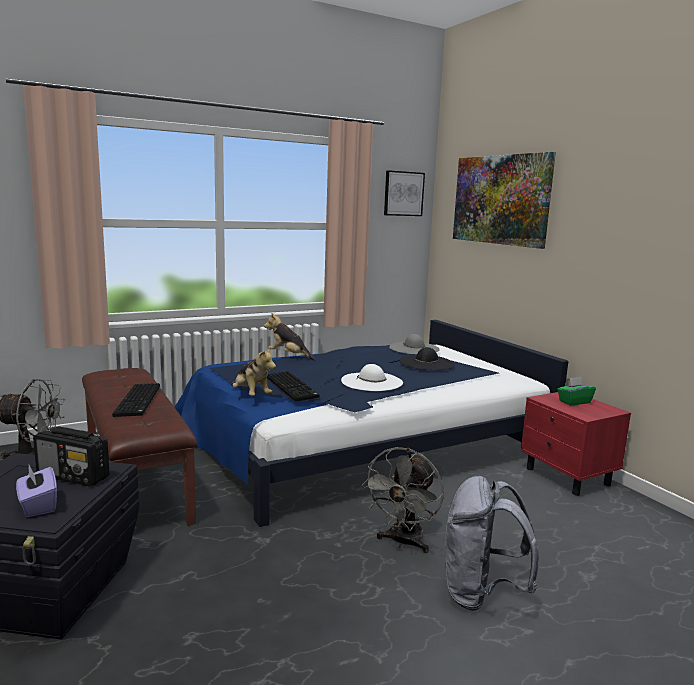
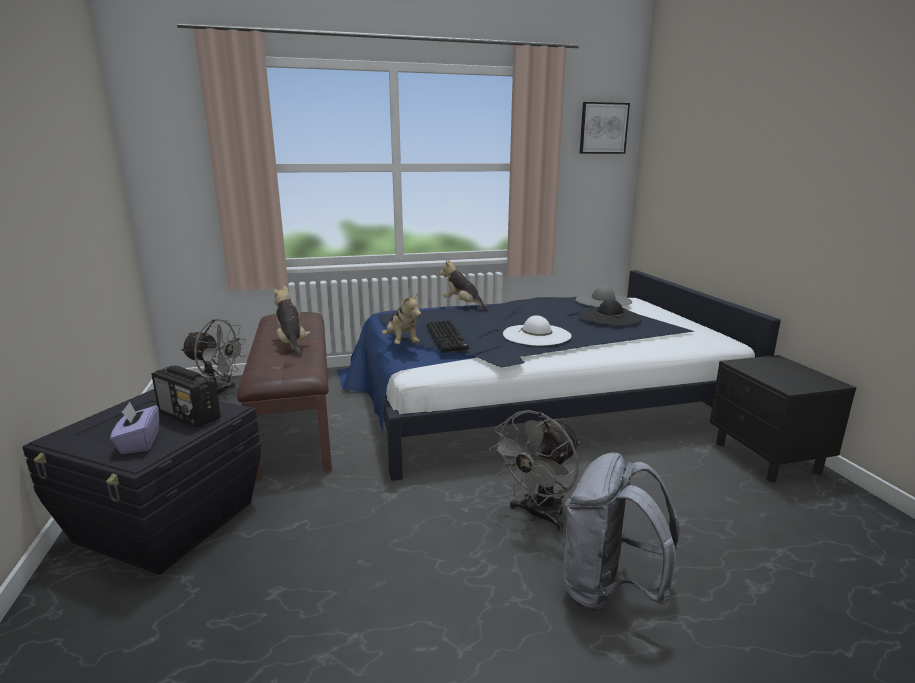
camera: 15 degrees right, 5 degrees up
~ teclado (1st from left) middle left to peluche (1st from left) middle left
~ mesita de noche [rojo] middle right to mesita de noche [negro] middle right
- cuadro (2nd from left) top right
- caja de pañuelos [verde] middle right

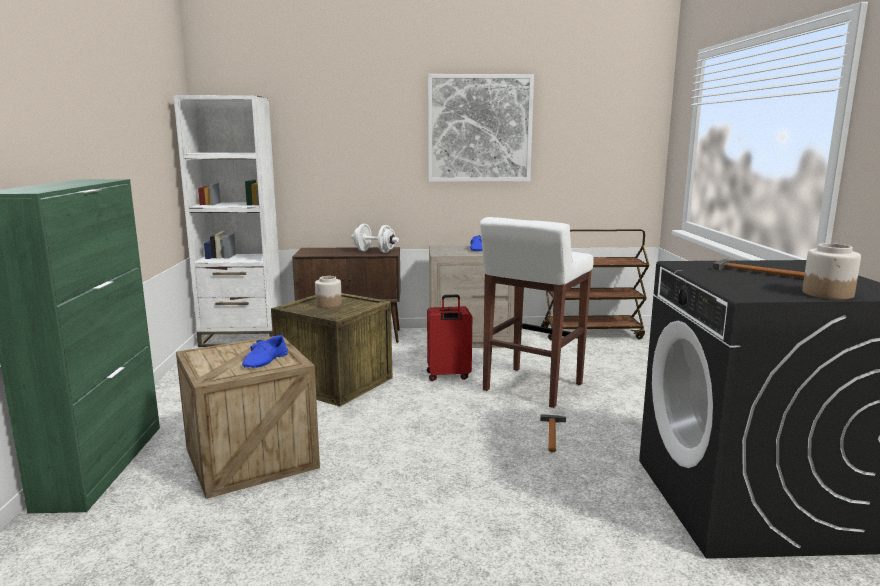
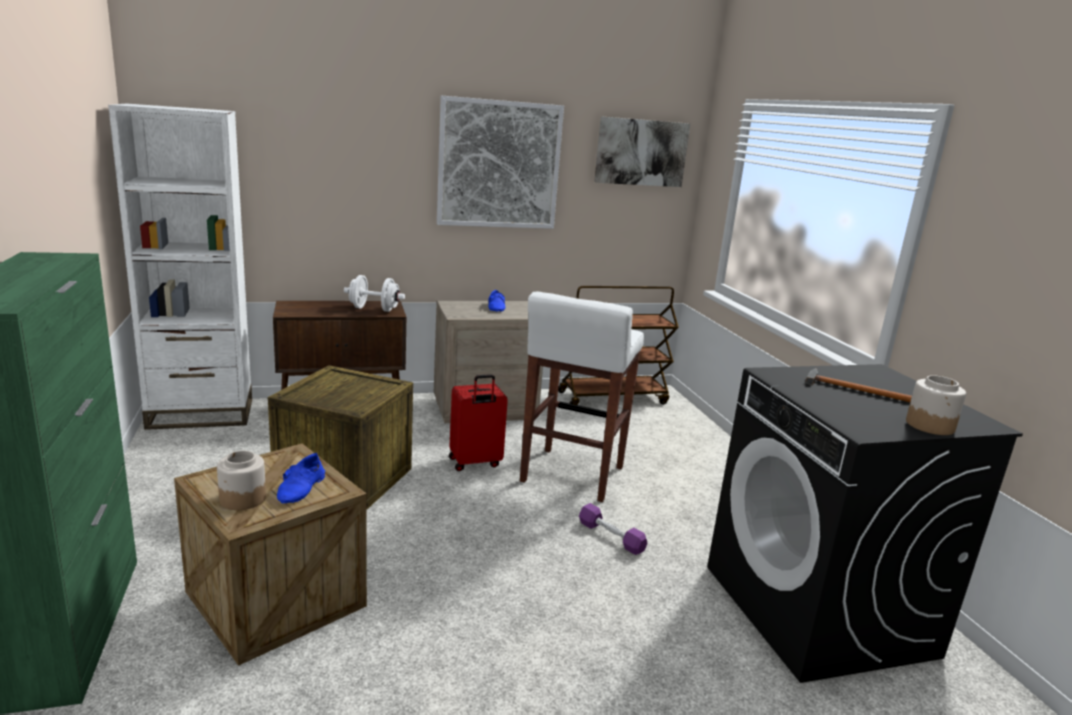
camera: 15 degrees left, 5 degrees up
~ tarro (1st from left) centre to bottom left
~ martillo (1st from left) bottom centre to mancuerna [morado] bottom centre
+ cuadro (2nd from left) top centre

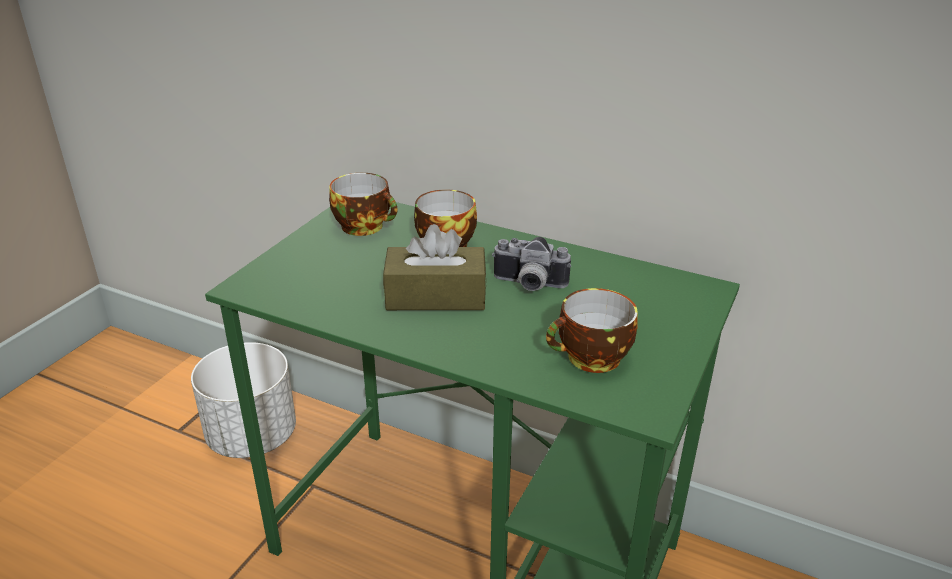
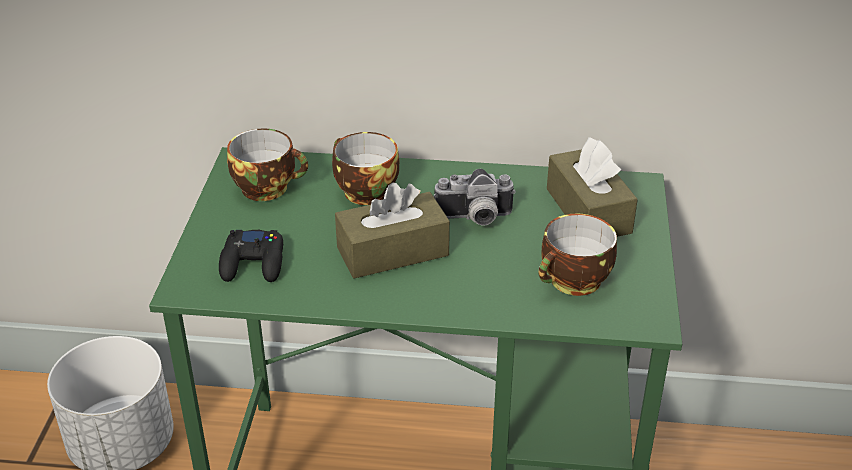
camera: 20 degrees left, 5 degrees up
+ mando de consola [negro] middle left
+ caja de pañuelos [marrón] (2nd from left) middle right

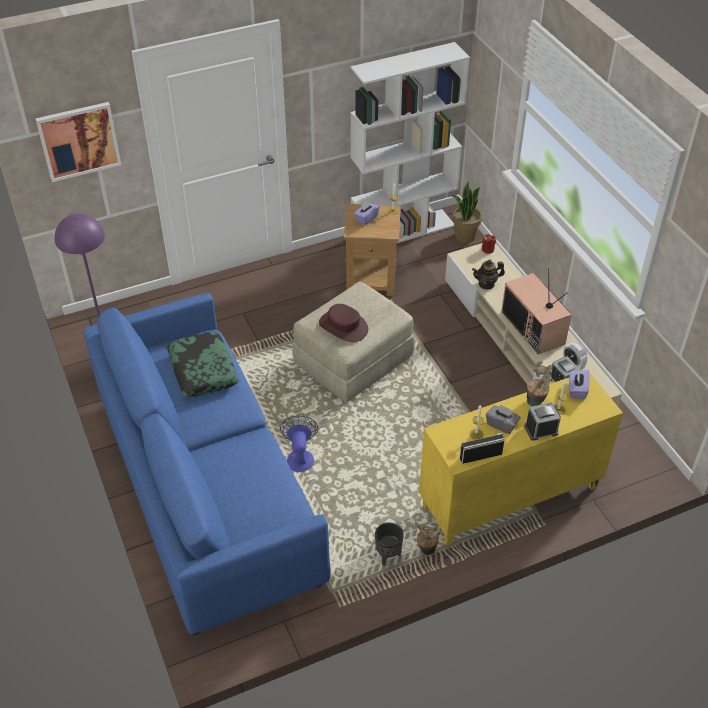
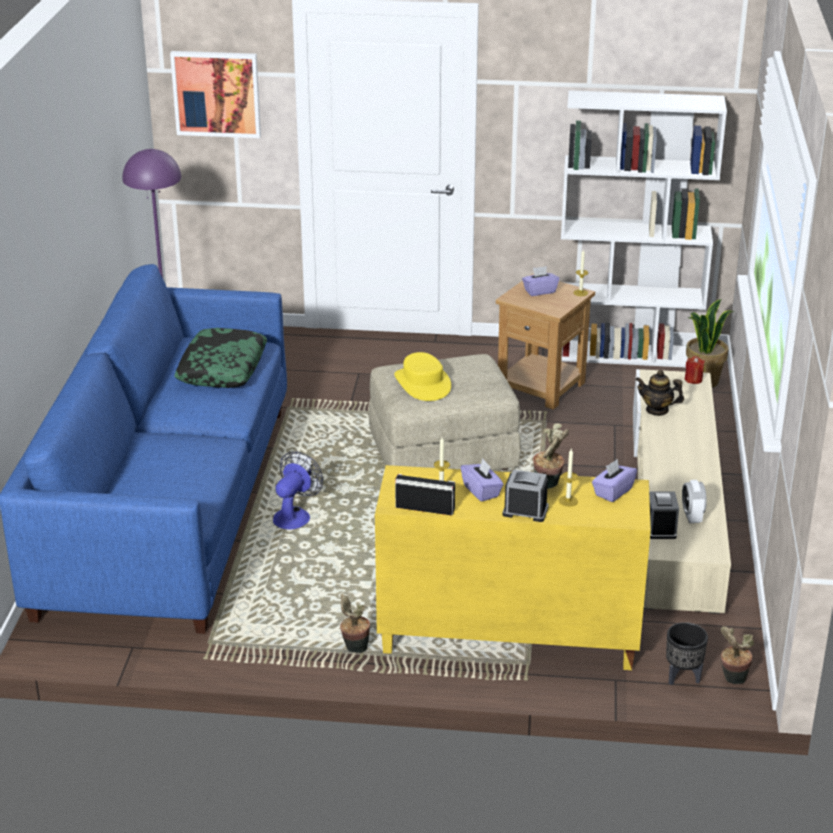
camera: 30 degrees right, 15 degrees down
~ sombrero [marrón] centre to sombrero [amarillo] centre
~ caja de pañuelos [gris] middle right to caja de pañuelos [morado] (1st from left) centre
~ maceta [negro] bottom centre to bottom right
+ planta en maceta (4th from left) bottom right
- televisor middle right

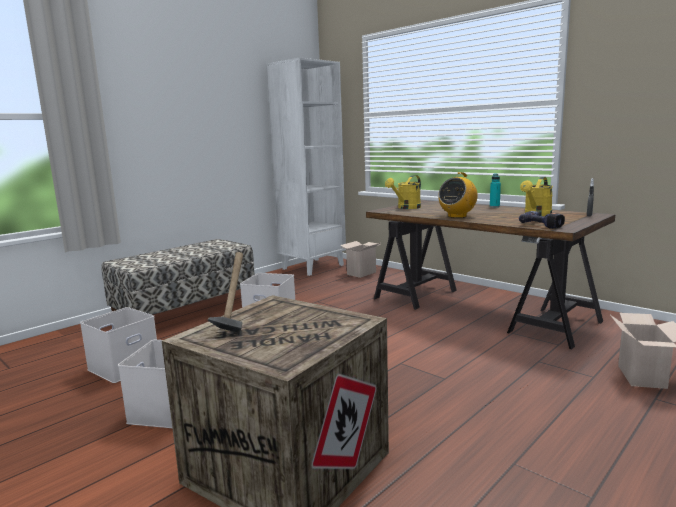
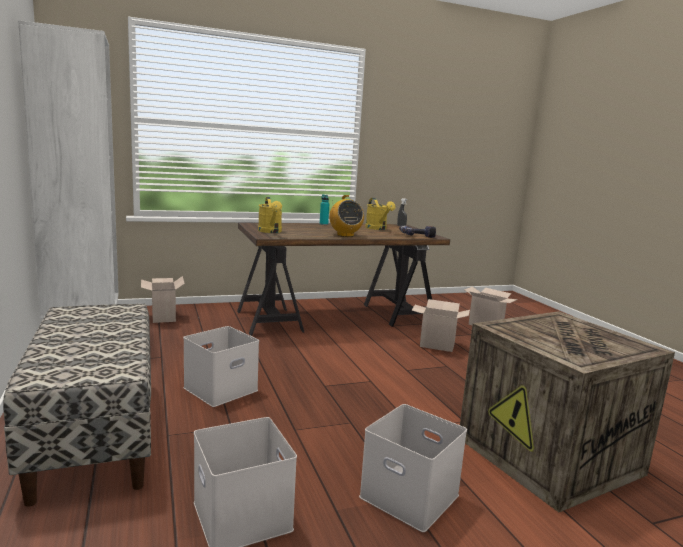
camera: 65 degrees left, 0 degrees up
+ caja de cartón (2nd from left) centre
- martillo middle left

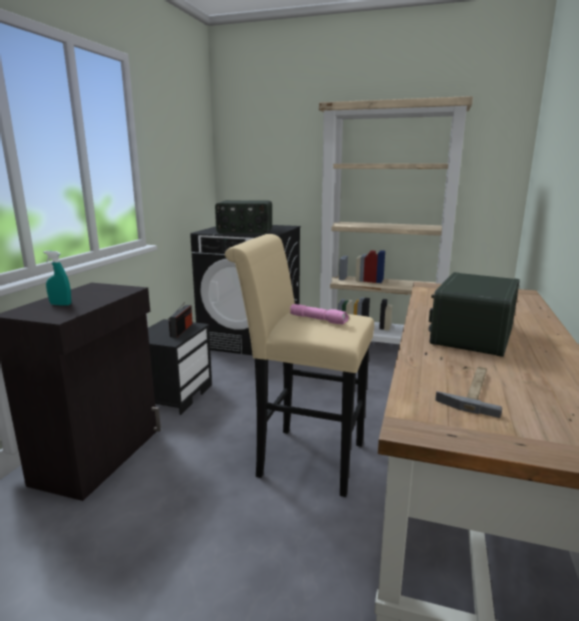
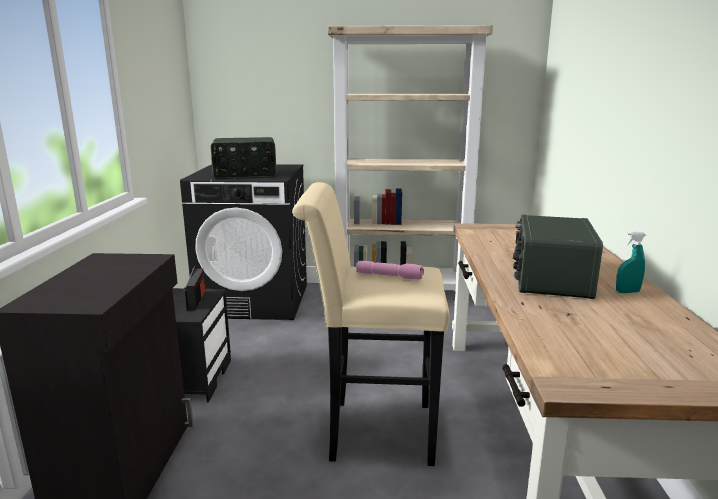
camera: 15 degrees left, 0 degrees up
~ pulverizador [turquesa] middle left to middle right
- martillo middle right

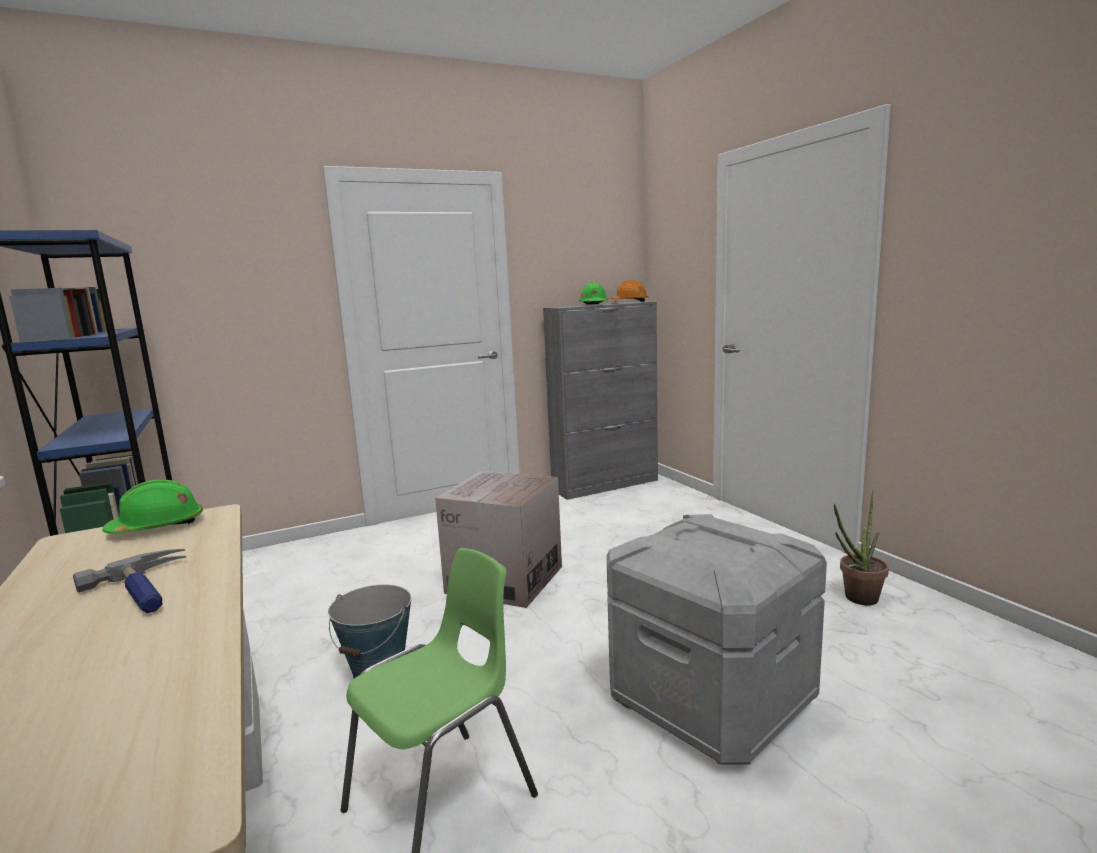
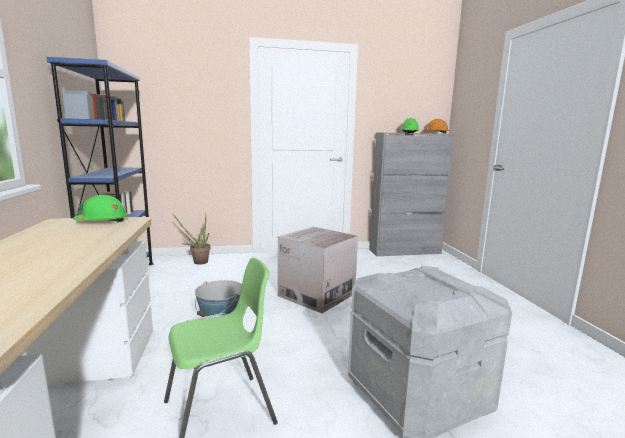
camera: 15 degrees right, 0 degrees up
~ planta en maceta middle right to middle left
- martillo bottom left

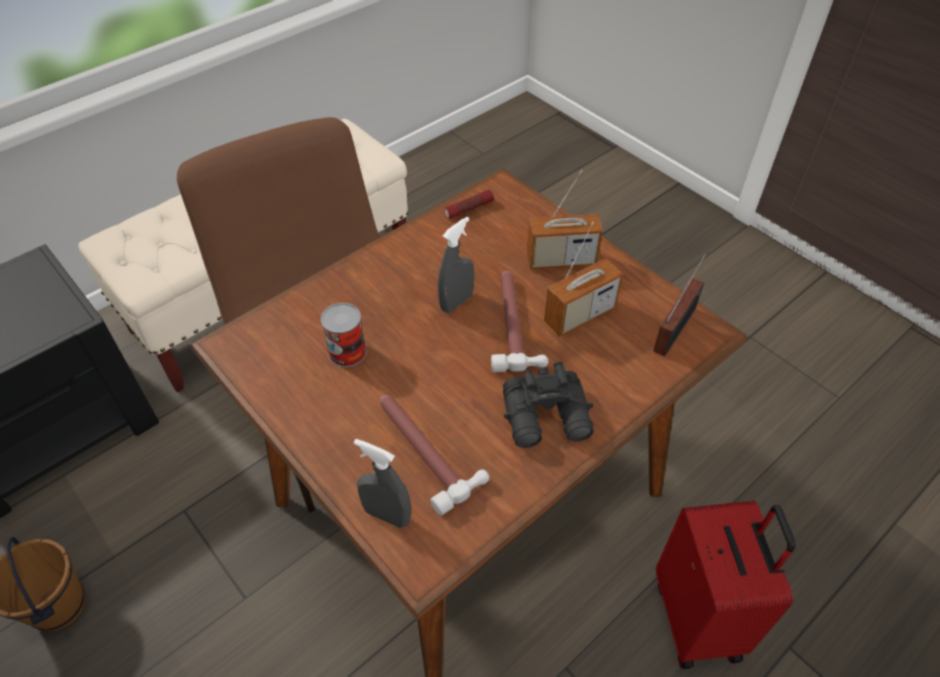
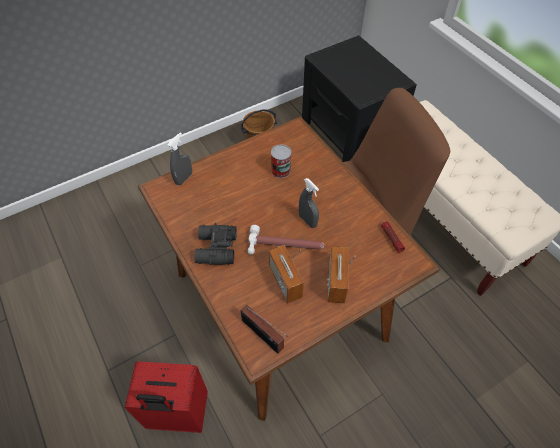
camera: 100 degrees right, 5 degrees up
- martillo (1st from left) bottom centre

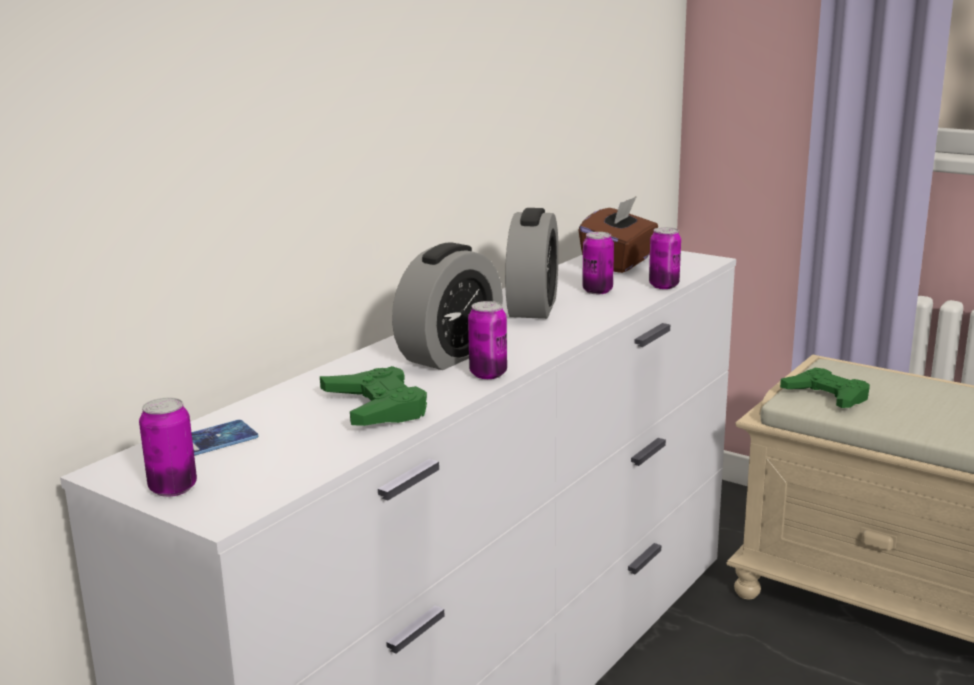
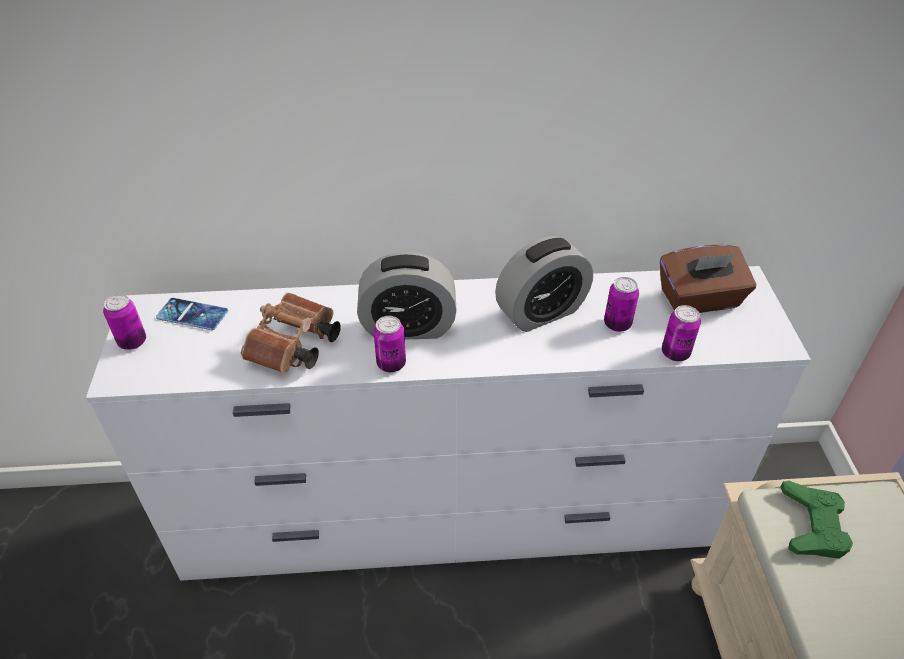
camera: 50 degrees right, 25 degrees up
~ mando de consola [verde] (1st from left) centre to prismáticos [marrón] middle left

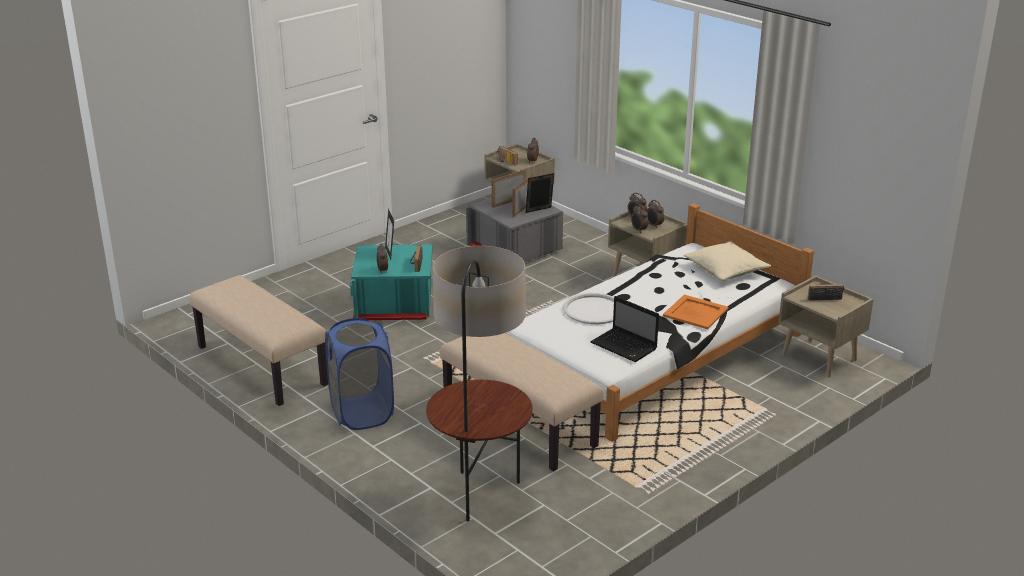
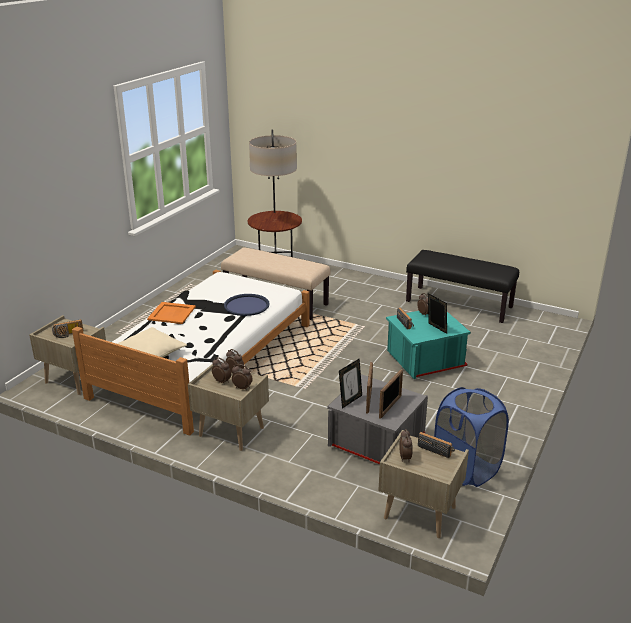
camera: 160 degrees right, 0 degrees up
~ bandeja [blanco] centre to bandeja [azul] centre
~ banco [beis] (1st from left) middle left to banco [negro] middle right
~ cesto de la ropa [azul] centre to bottom right
- portátil centre

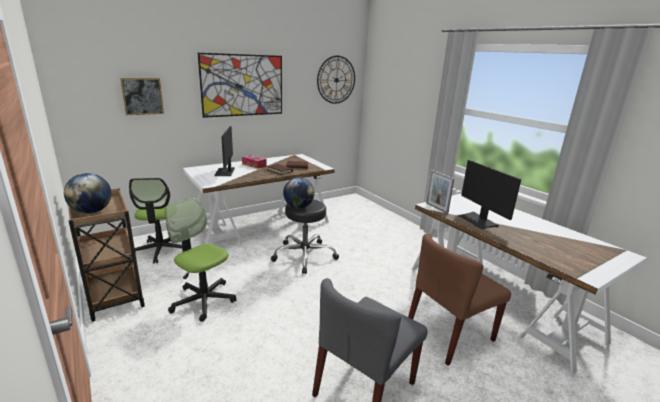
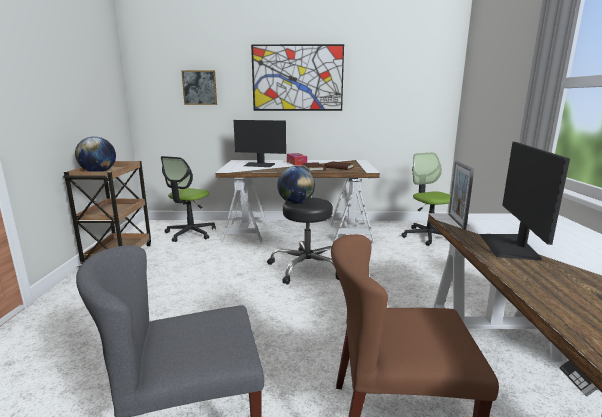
camera: 35 degrees right, 5 degrees down
~ monitor (1st from left) centre = centre 105 degrees counterclockwise
~ silla de oficina (2nd from left) middle left to middle right
- reloj de pared top centre

